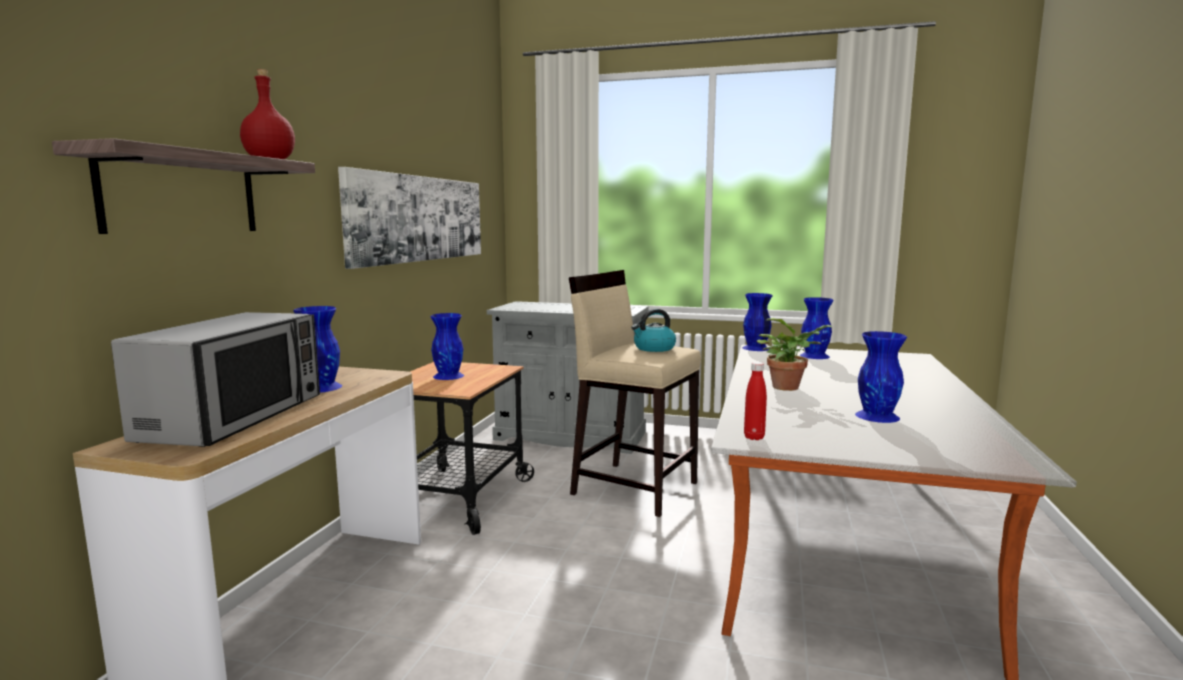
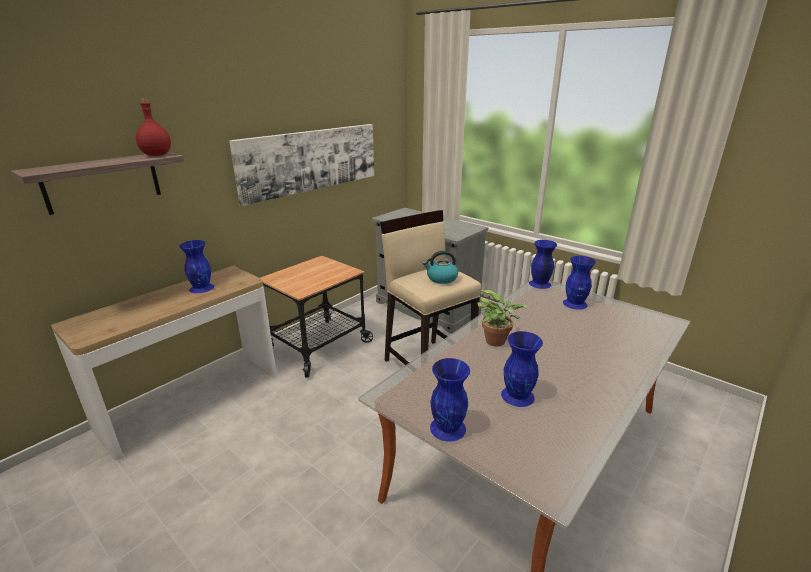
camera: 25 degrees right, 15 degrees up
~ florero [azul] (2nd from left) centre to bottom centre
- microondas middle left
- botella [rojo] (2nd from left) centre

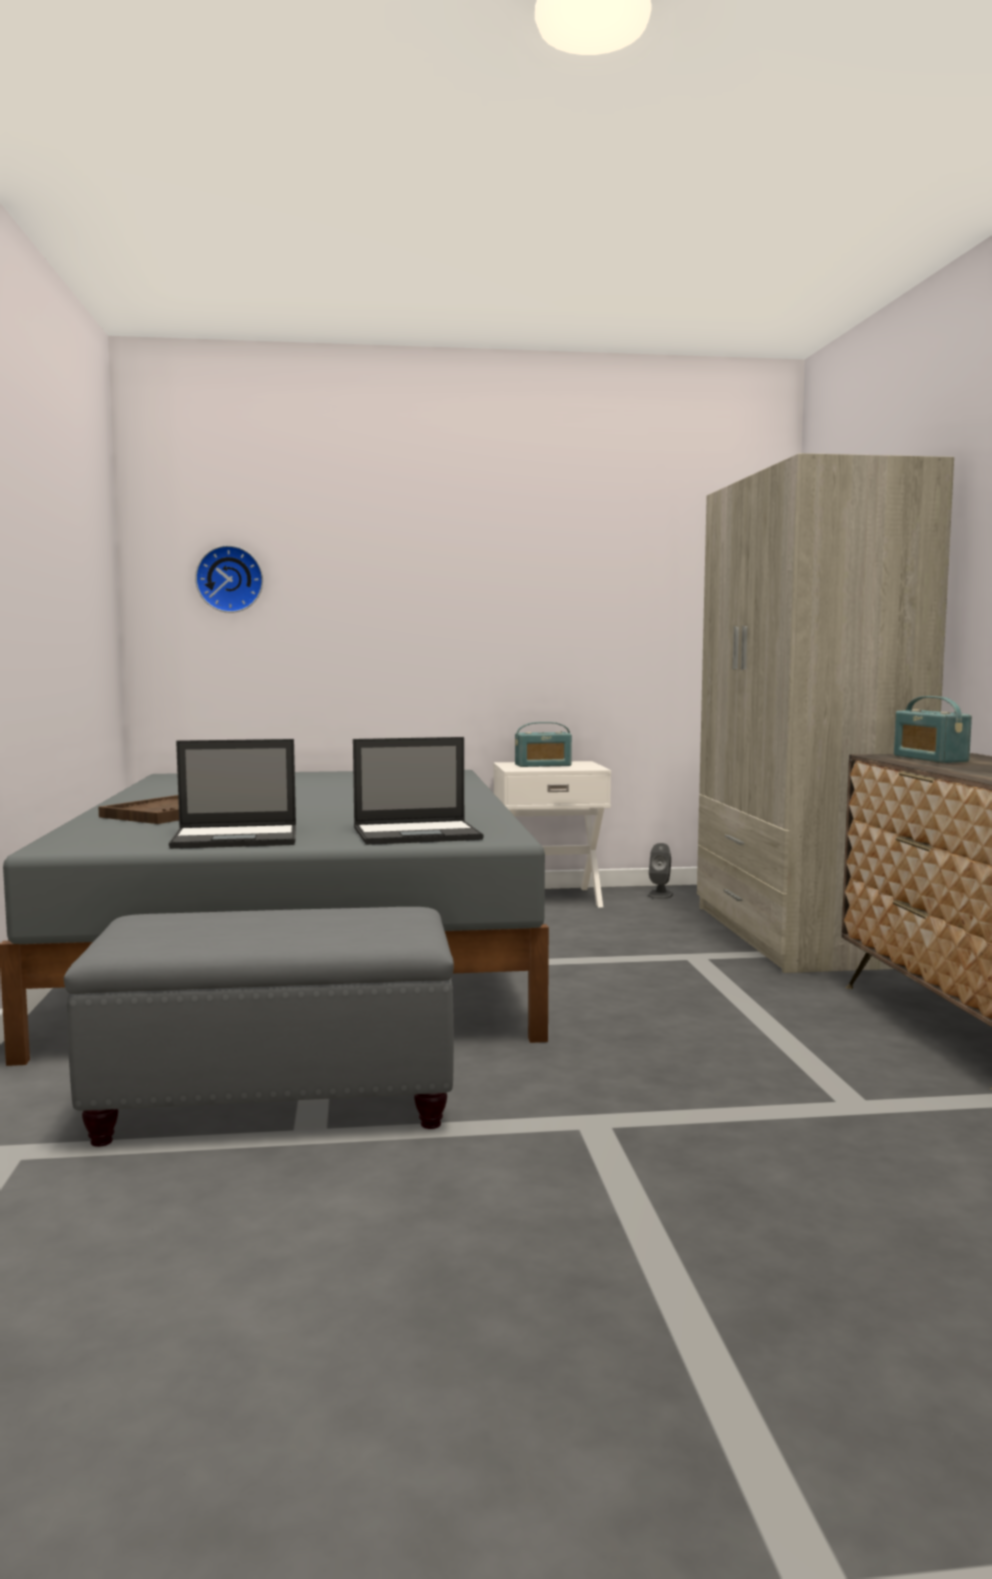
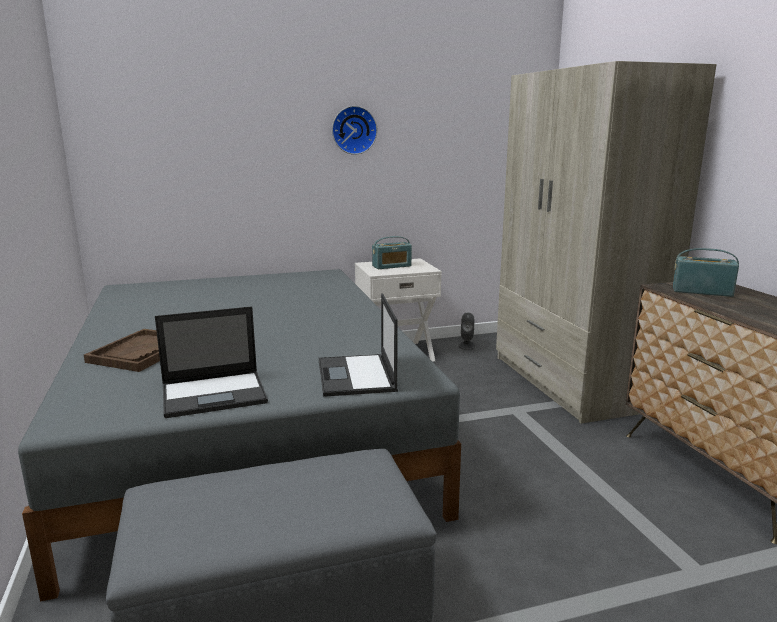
camera: 10 degrees left, 10 degrees up
~ portátil (2nd from left) centre = centre 105 degrees clockwise
~ reloj de pared middle left to top centre
~ radio (2nd from left) middle right = middle right 135 degrees clockwise

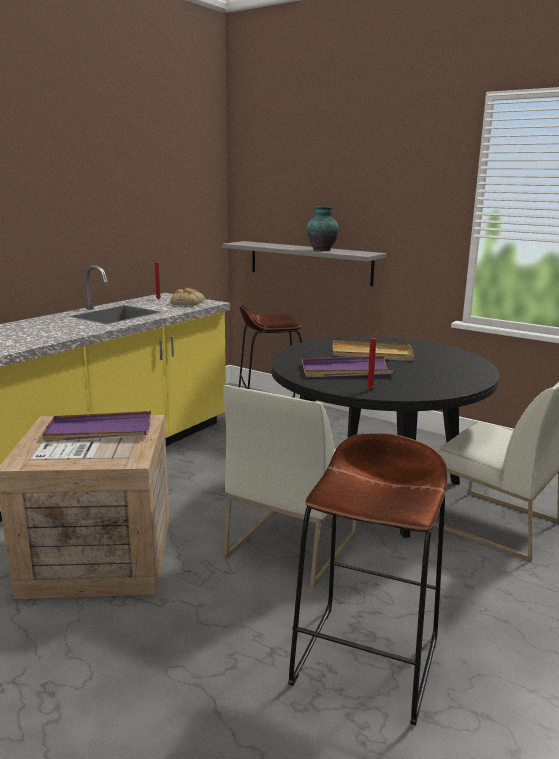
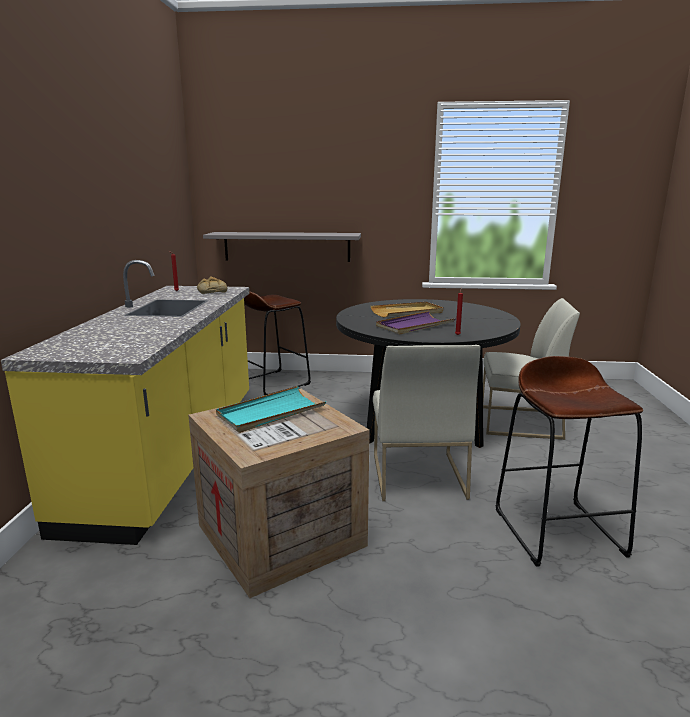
camera: 30 degrees left, 0 degrees up
~ bandeja [morado] (1st from left) middle left to bandeja [turquesa] centre
- florero top centre

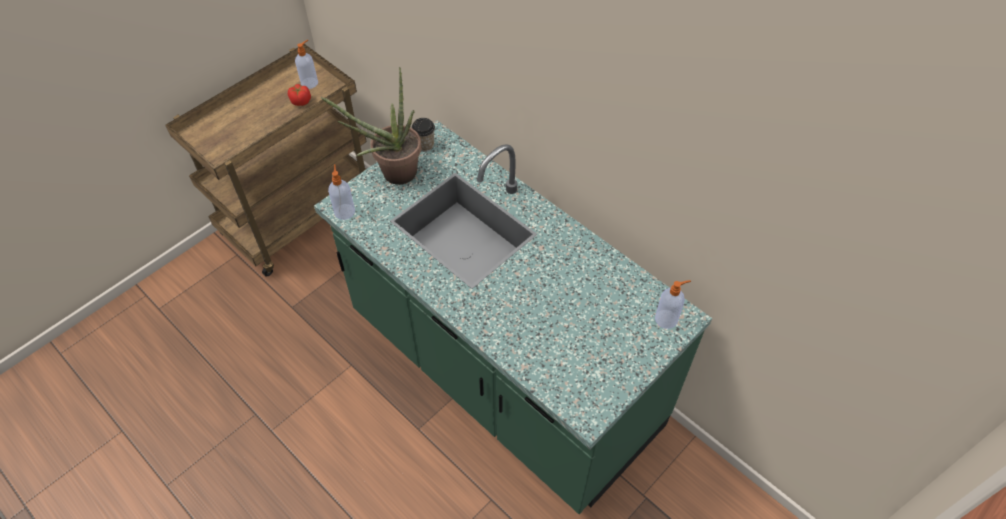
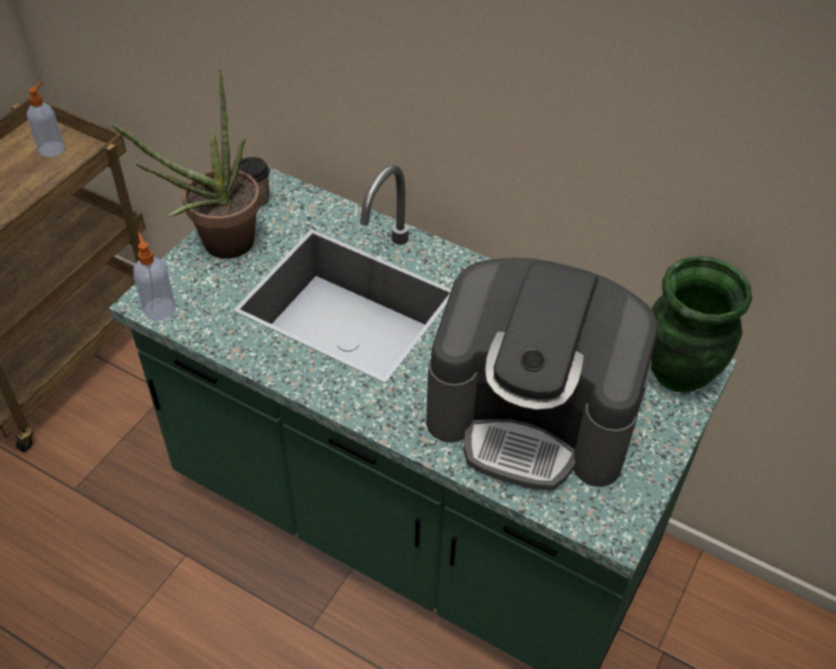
camera: 15 degrees left, 5 degrees down
+ cafetera centre
~ dispensador de jabón (3rd from left) middle right to florero [verde] middle right
- tomate top left

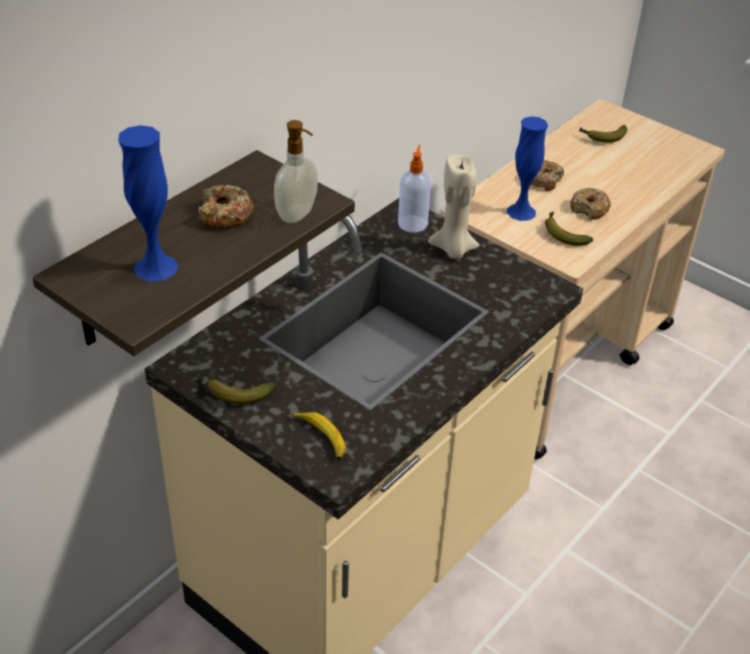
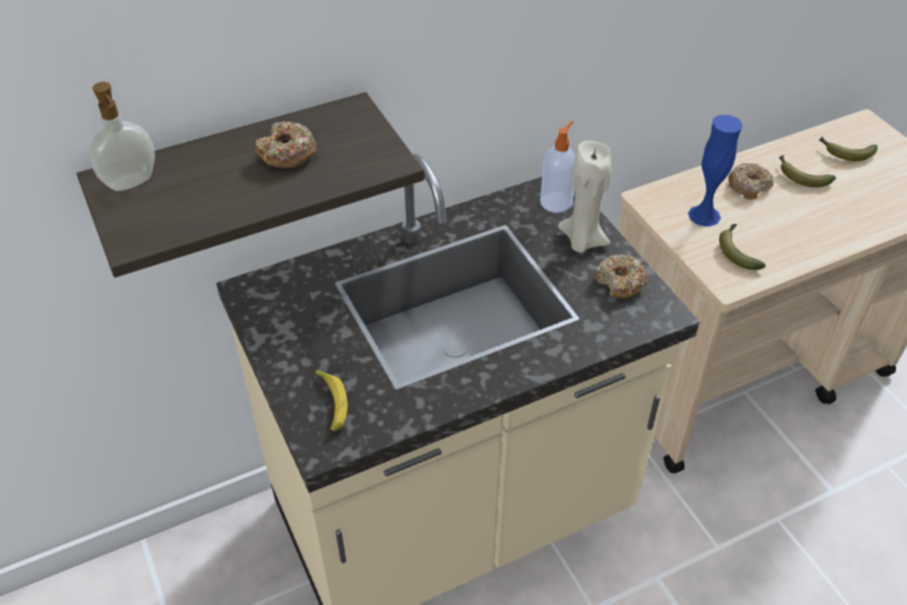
camera: 25 degrees right, 5 degrees up
~ dispensador de jabón (1st from left) top centre to top left
~ rosquilla (3rd from left in the first image) top right to rosquilla (2nd from left) middle right
~ plátano (1st from left in the first image) middle left to plátano (3rd from left) top right
- florero [azul] (1st from left) top left

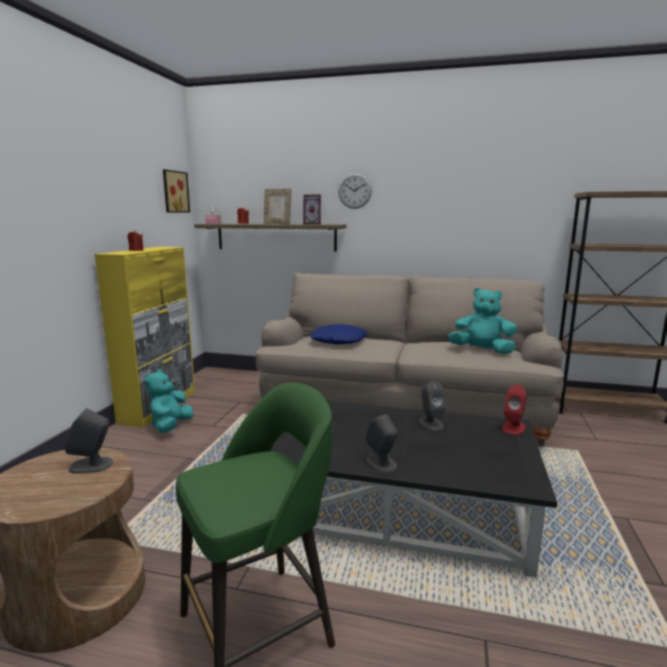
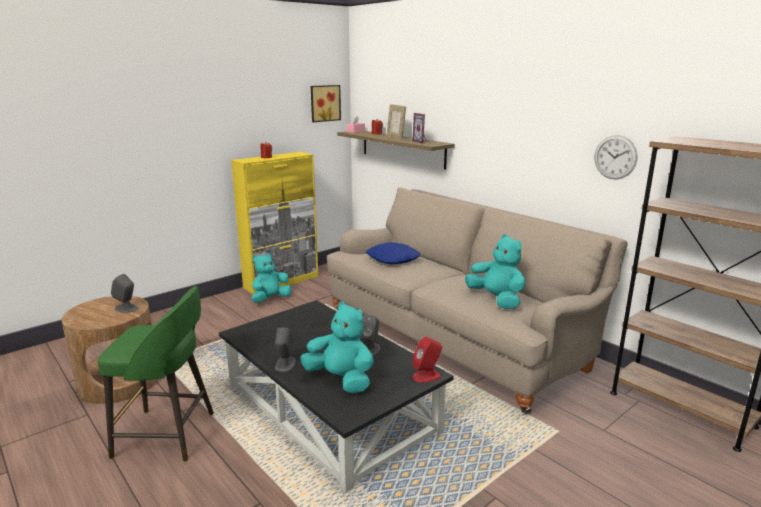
camera: 35 degrees right, 5 degrees up
+ peluche [turquesa] (2nd from left) bottom centre
~ reloj de pared top centre to top right

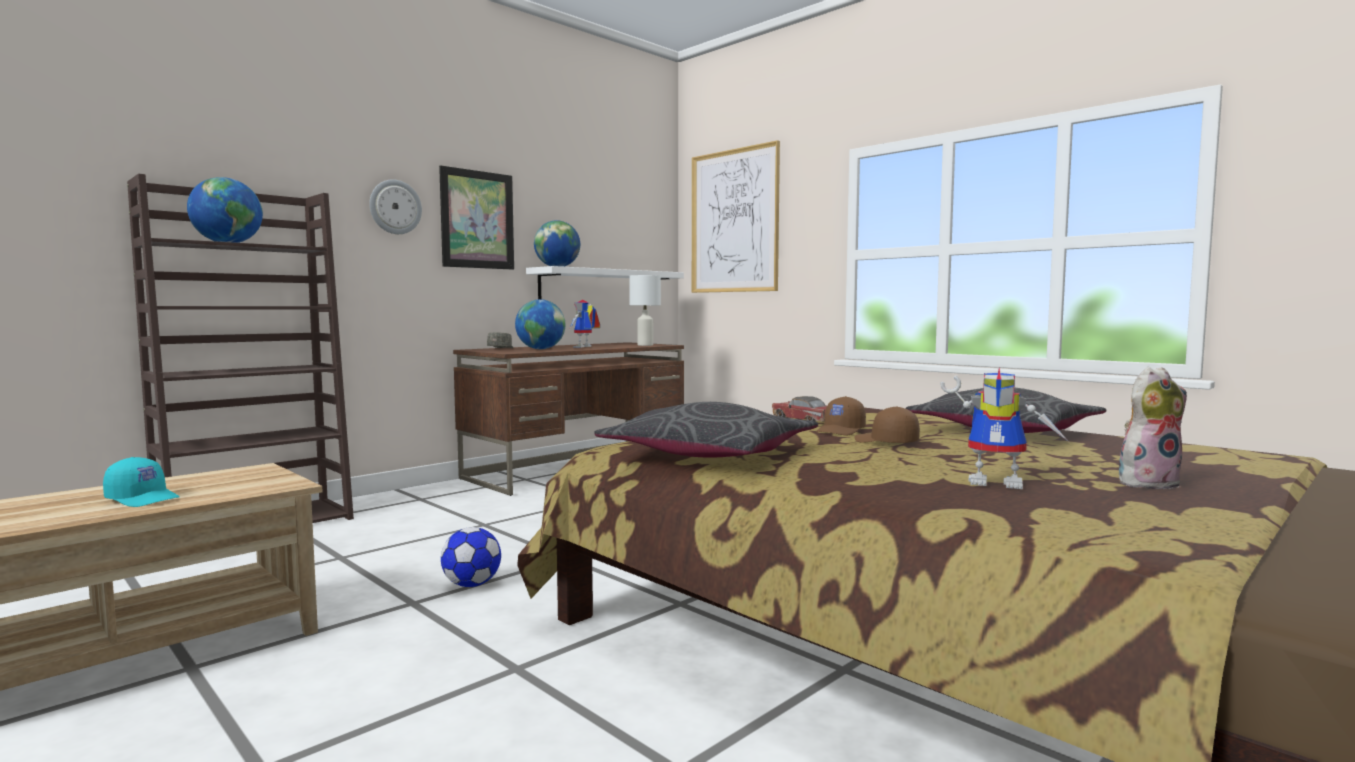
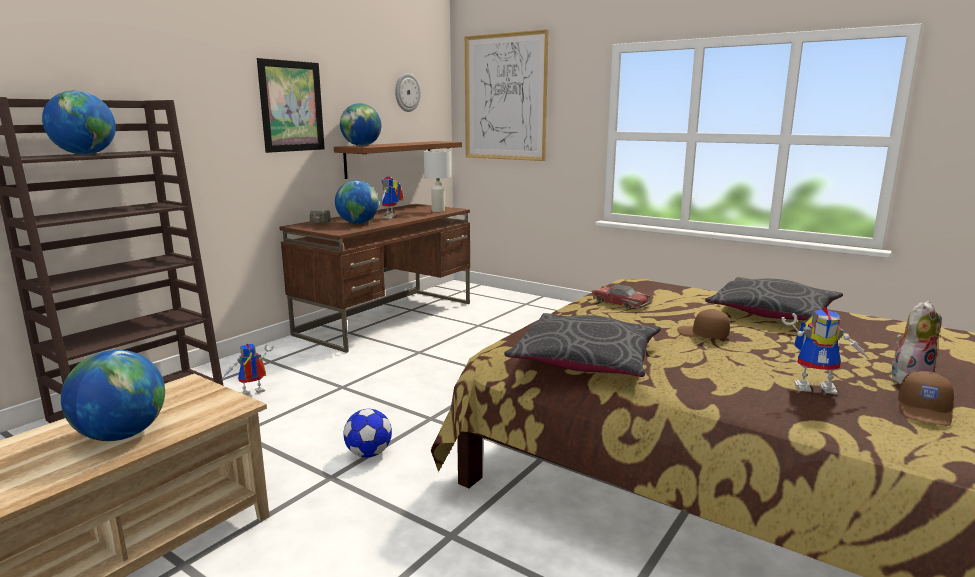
camera: 10 degrees left, 10 degrees up
~ gorra [turquesa] middle left to globo terráqueo (2nd from left) bottom left
+ robot de juguete (1st from left) middle left
~ estante [blanco] centre to estante [marrón] top centre
~ reloj de pared top left to top centre
~ gorra [marrón] (1st from left in the first image) centre to gorra [marrón] (2nd from left) bottom right

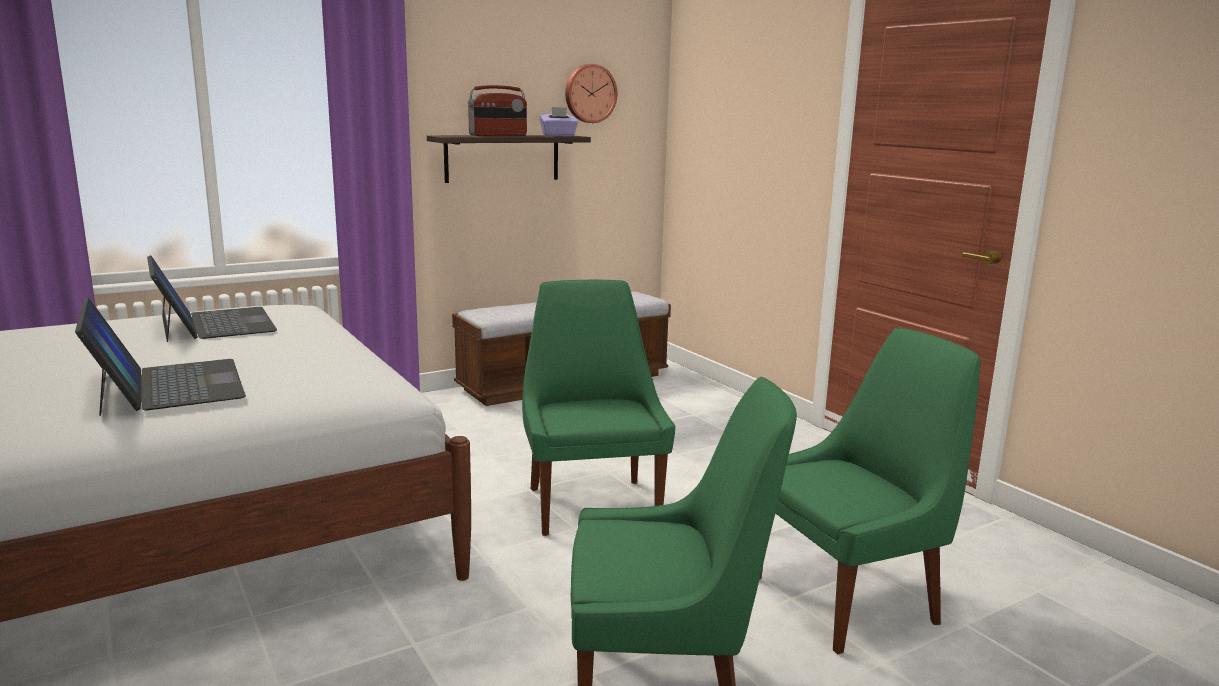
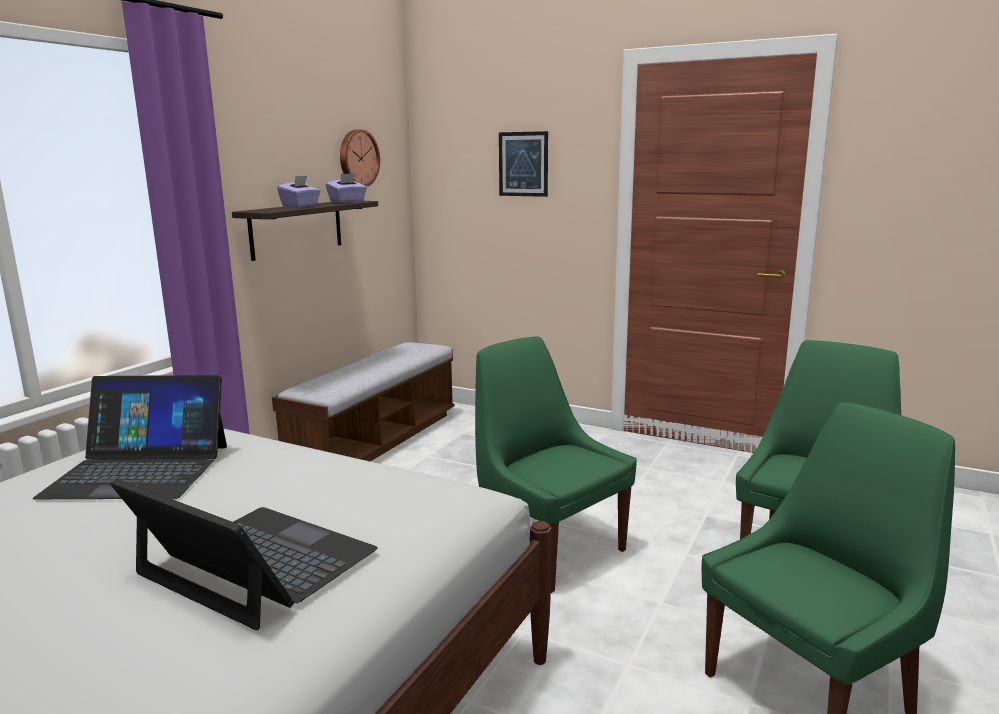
camera: 30 degrees left, 0 degrees up
~ portátil (2nd from left in the first image) middle left = middle left 150 degrees clockwise
~ radio top centre to caja de pañuelos [morado] (1st from left) top left
+ cuadro top centre

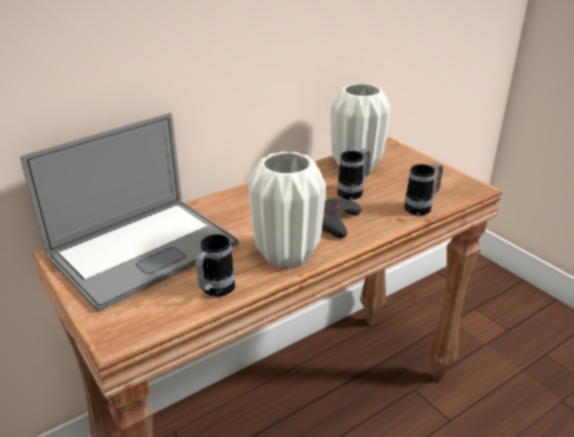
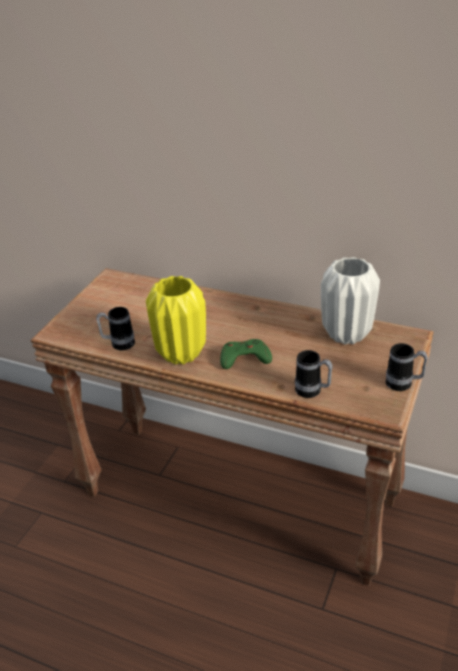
camera: 60 degrees right, 5 degrees up
~ florero [blanco] (1st from left) centre to florero [amarillo] centre
~ mando de consola [gris] centre to mando de consola [verde] centre
~ taza grande (2nd from left in the first image) centre to taza grande (3rd from left) middle right
- portátil middle left

